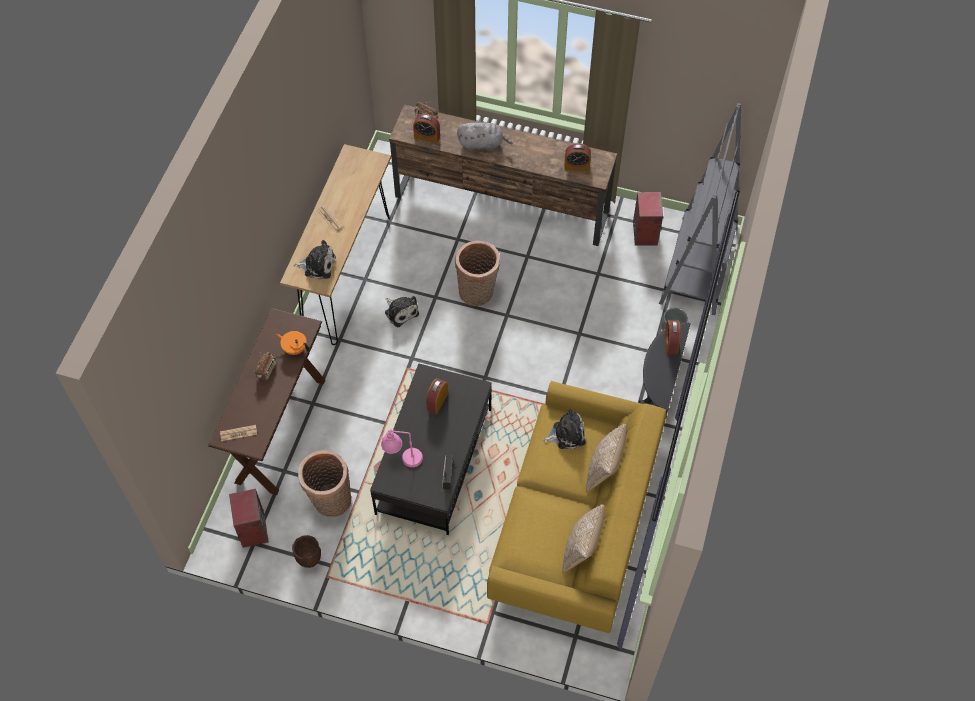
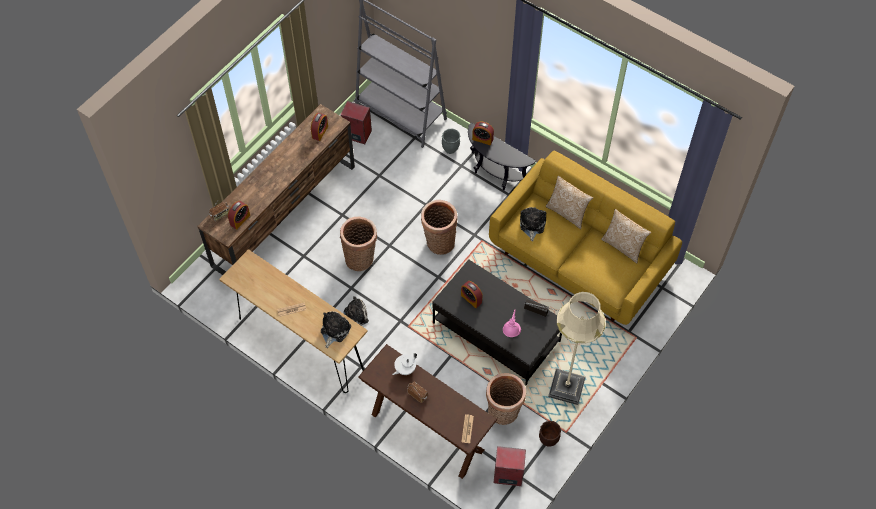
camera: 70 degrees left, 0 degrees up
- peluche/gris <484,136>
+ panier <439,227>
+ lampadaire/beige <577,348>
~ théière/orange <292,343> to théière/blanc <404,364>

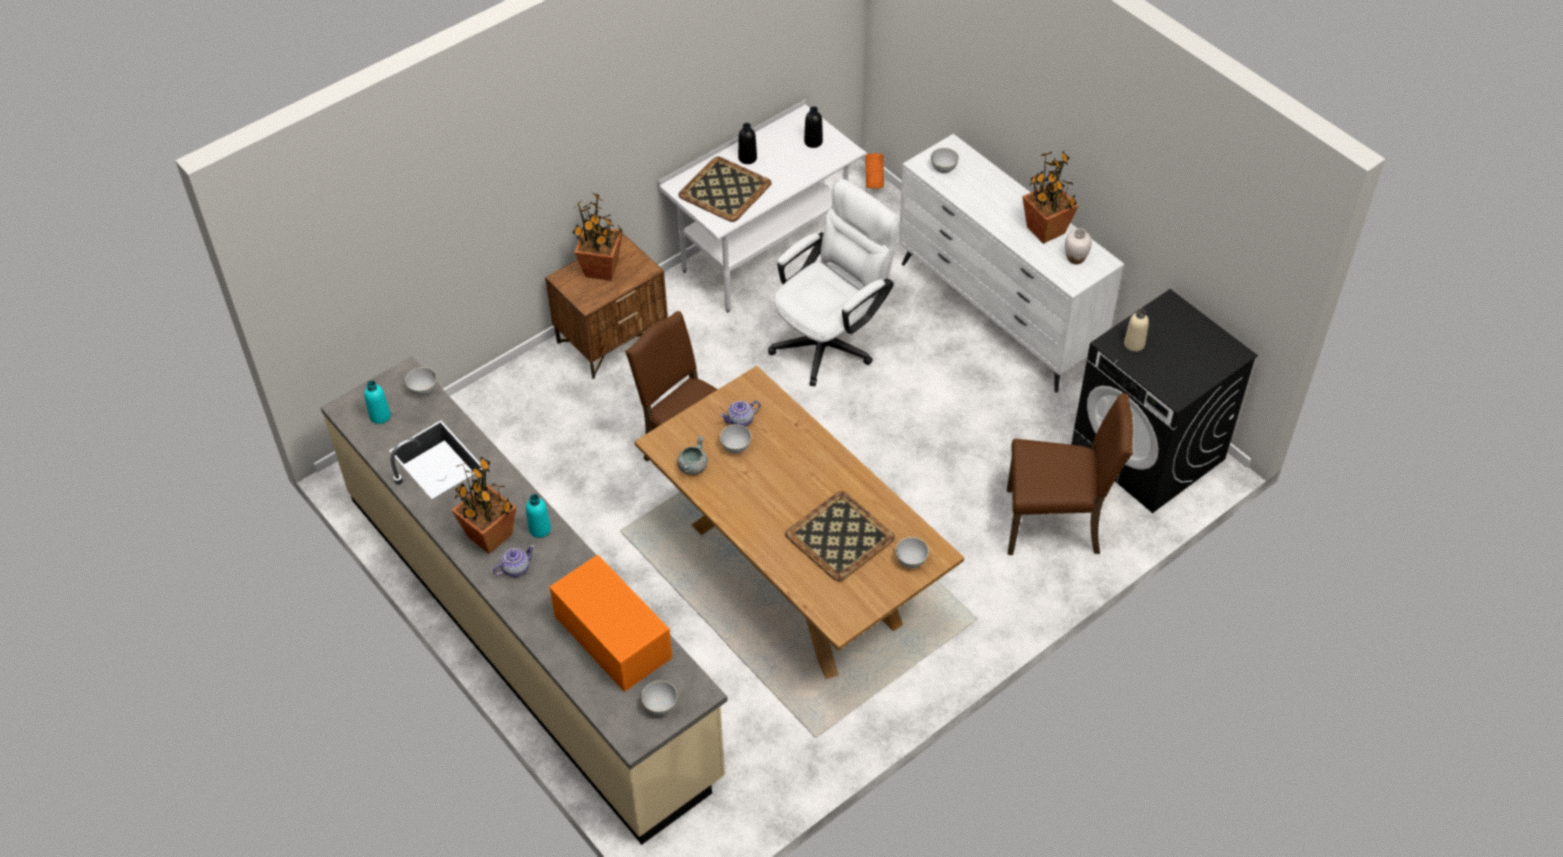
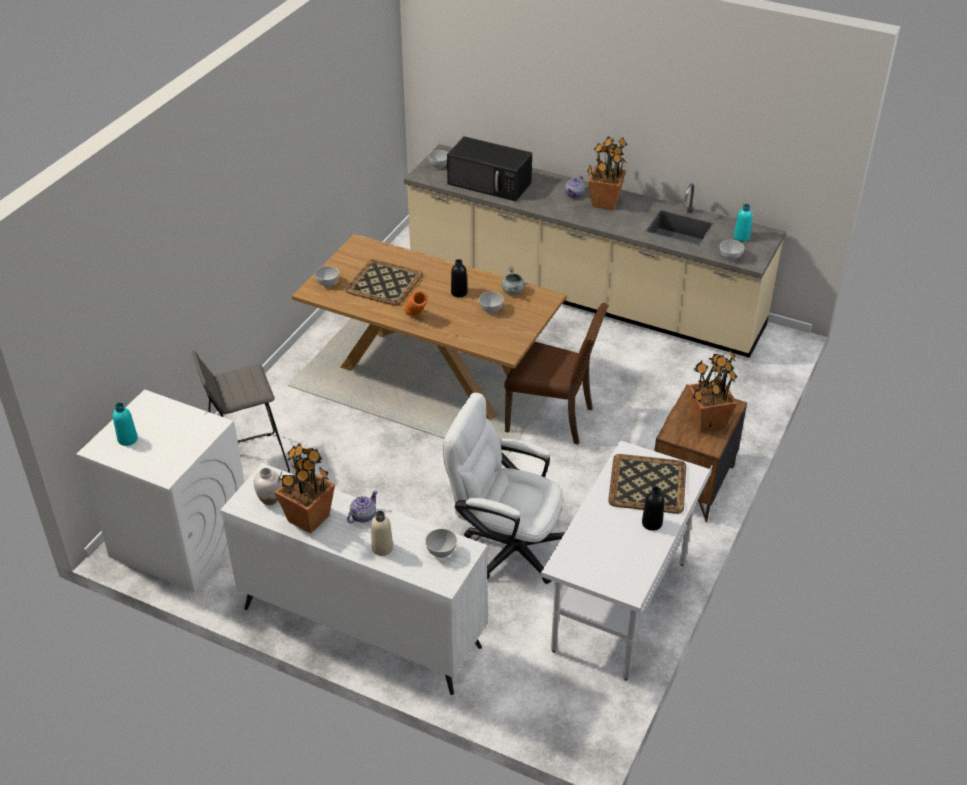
camera: 155 degrees right, 10 degrees down
~ bouteille/turquoise <538,516> to <125,424>
~ théière <740,413> to <362,506>
~ bouteille/noir <813,127> to <459,278>
~ vase/orange <874,171> to <416,304>
~ bouteille/beige <1136,330> to <382,533>
~ chaise/marron <1070,474> to tabouret/gris <241,411>
~ micro-ondes/orange <610,623> to micro-ondes/noir <489,168>
~ lave-linge/noir <1164,401> to lave-linge/blanc <160,491>
~ chaise de bureau/blanc <833,282> = <503,488> 90 degrees clockwise

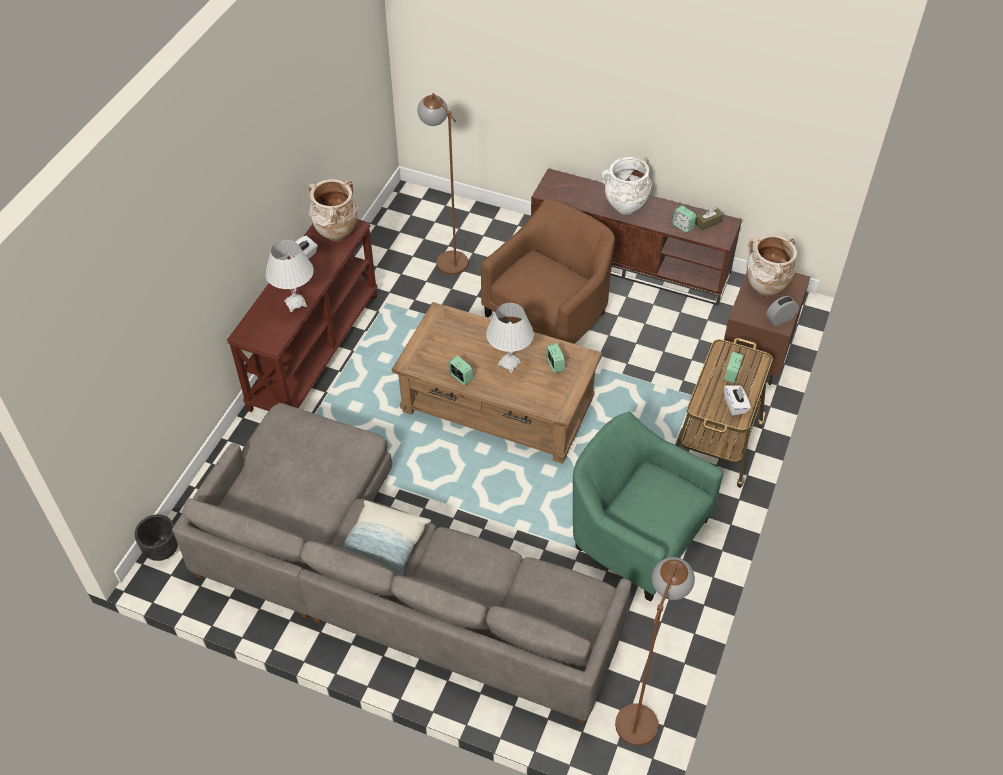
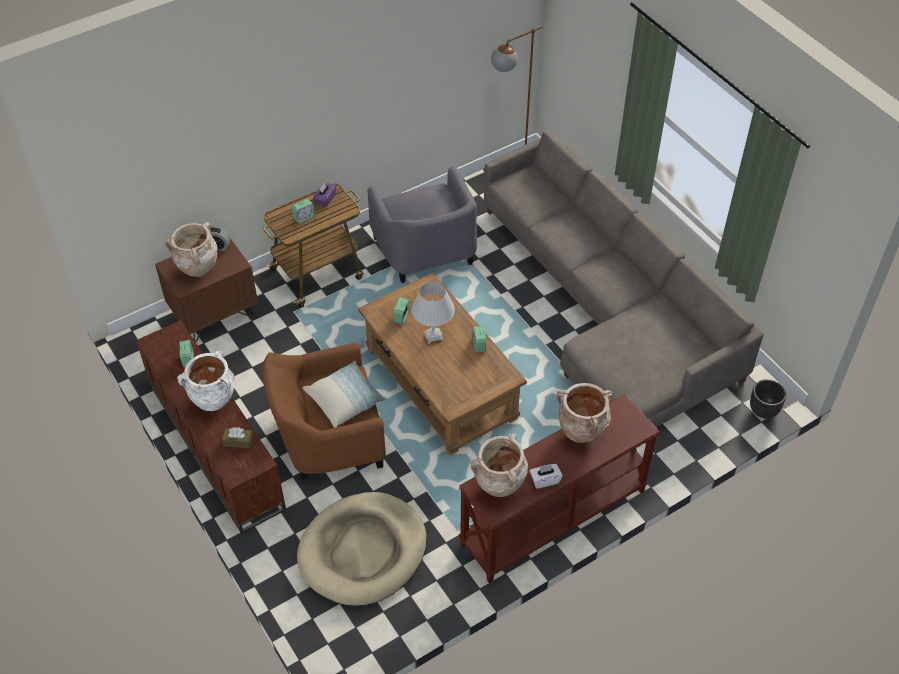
camera: 145 degrees left, 0 degrees up
~ coussin <387,538> to <344,394>
~ boîte à mouchoirs/marron <709,219> to <237,437>
~ lampe de table/blanc <289,276> to vase/beige <585,413>
~ lampadaire/marron <443,184> to panier pour chien/beige <362,549>
~ fauteuil/vert <648,506> to fauteuil/gris <422,224>
~ boîte à mouchoirs/blanc <737,400> to boîte à mouchoirs/violet <324,194>

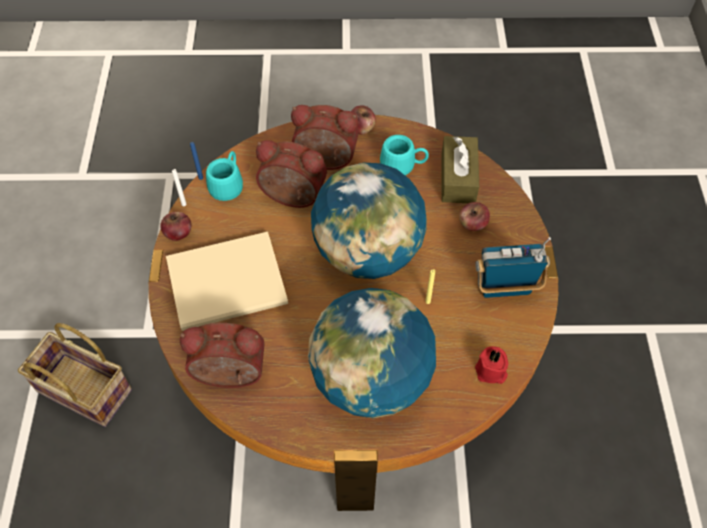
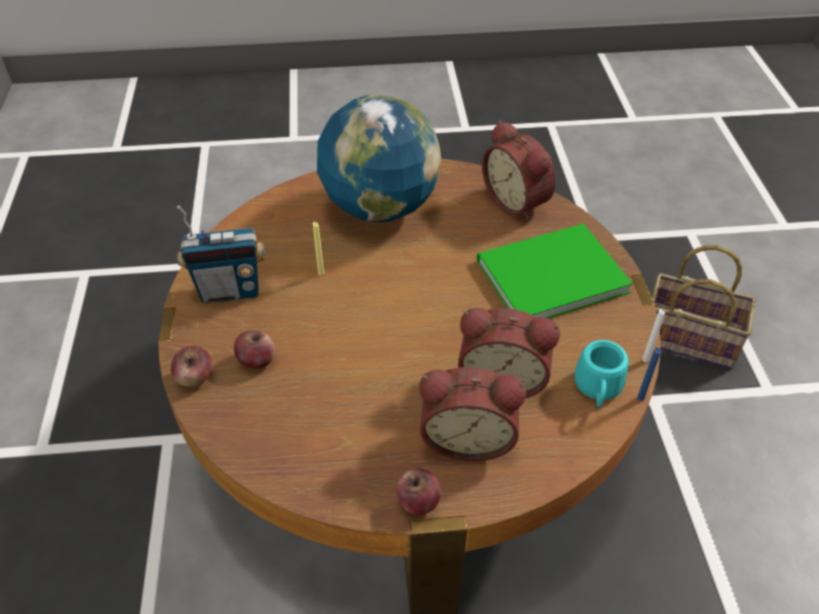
camera: 175 degrees right, 10 degrees down
- globe <369,221>
- mug/turquoise <404,155>
- boîte à mouchoirs/marron <460,169>
- bougie/rouge <491,365>
~ pomme <175,226> to <191,366>
~ livre/beige <227,281> to livre/vert <555,271>
~ réveil <222,355> = <518,171> 60 degrees clockwise

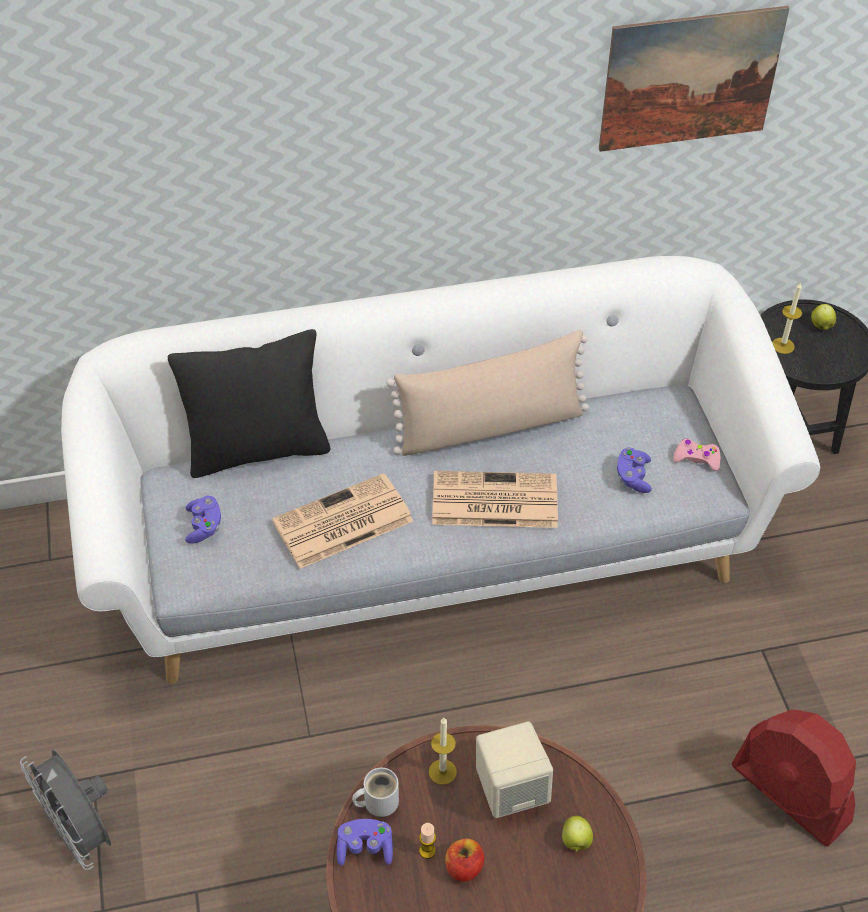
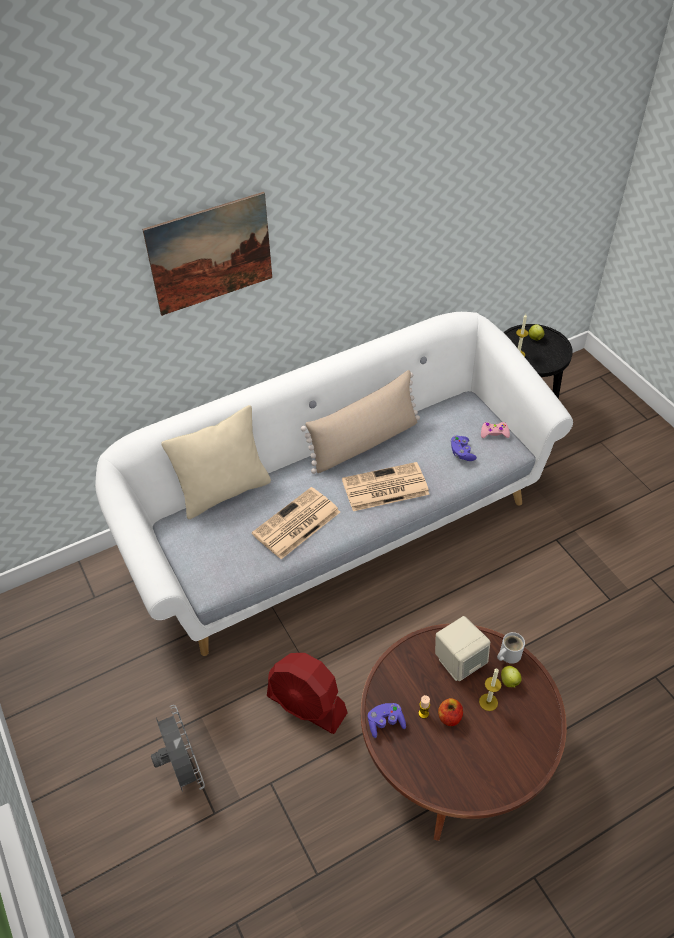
camera: 15 degrees left, 0 degrees up
- manette/violet <203,520>
~ mug/blanc <375,792> to <511,648>
~ bougie <443,751> to <490,690>
~ tableau <694,79> to <207,254>
~ ventilateur/rouge <793,778> to <307,693>
~ coussin/noir <249,403> to coussin/beige <216,462>
~ ventilateur/gris <65,809> = <178,748> 150 degrees counterclockwise

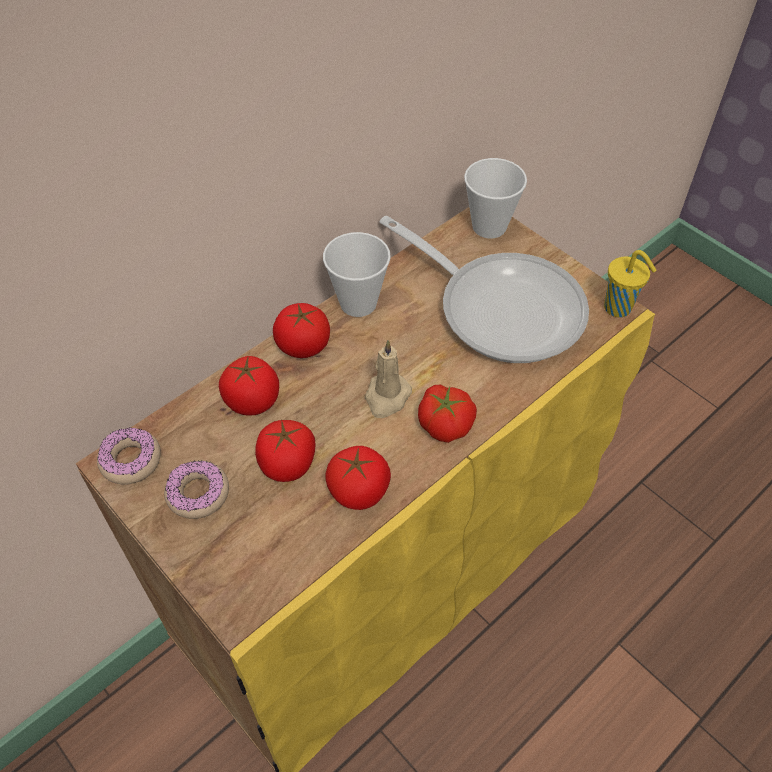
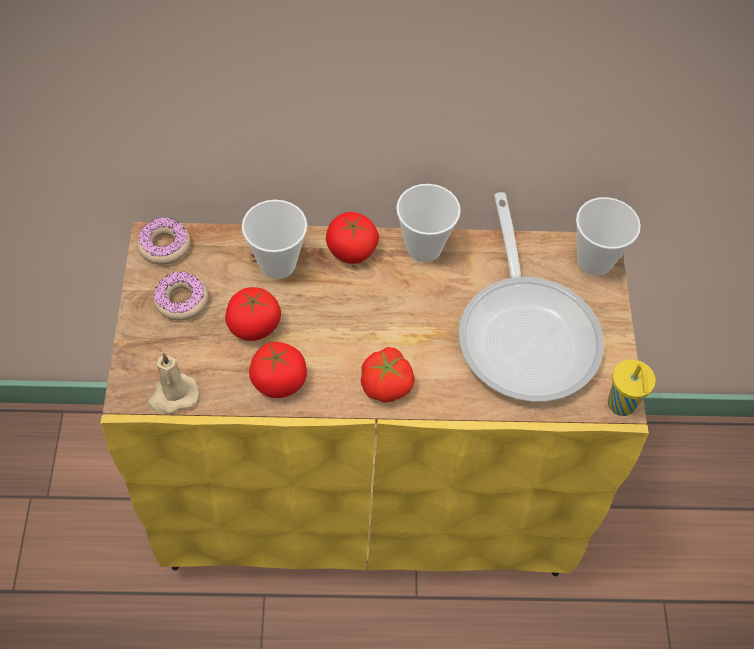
camera: 40 degrees right, 5 degrees up
~ bougie/beige <388,379> to <173,383>
~ tomate <249,386> to tasse <274,239>

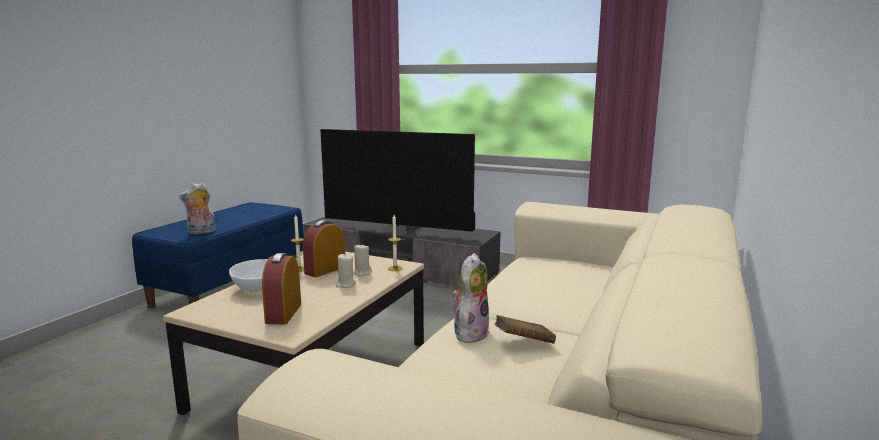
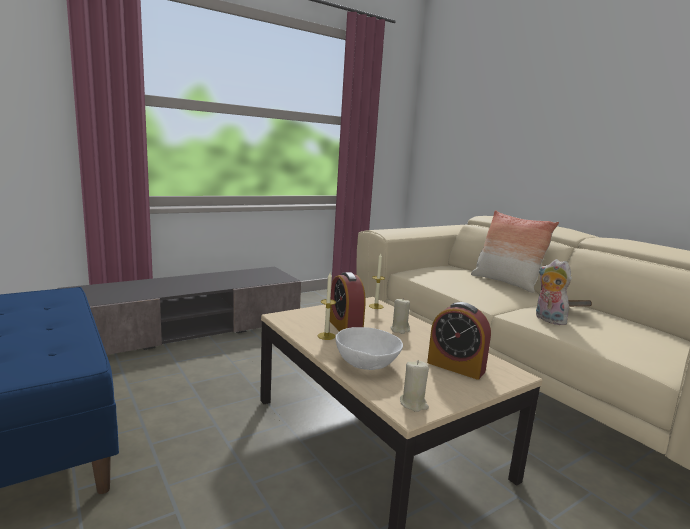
camera: 60 degrees left, 0 degrees up
- peluche <197,208>
- téléviseur <397,181>
+ coussin <515,251>
~ bougie/beige <362,260> to <414,386>

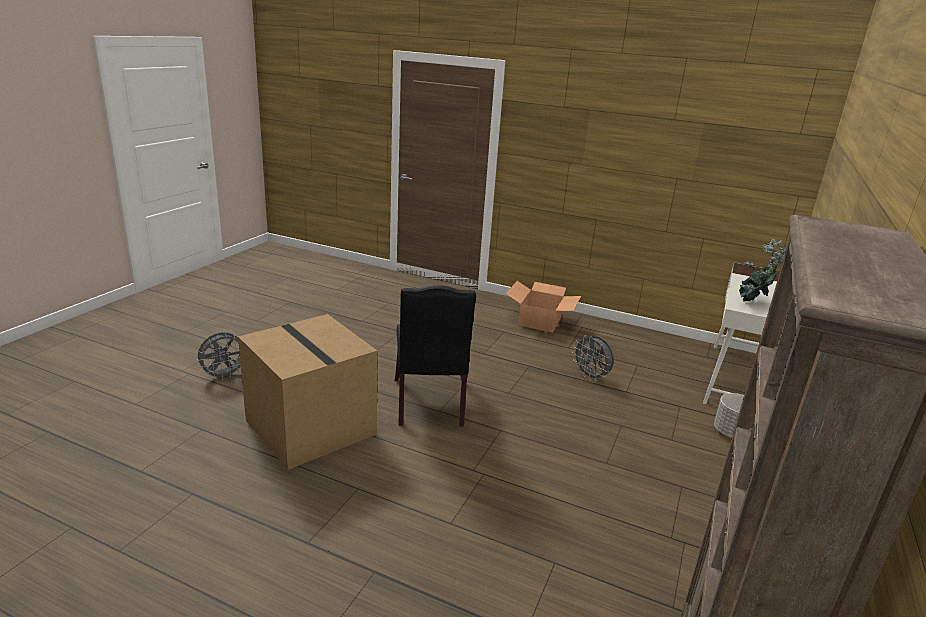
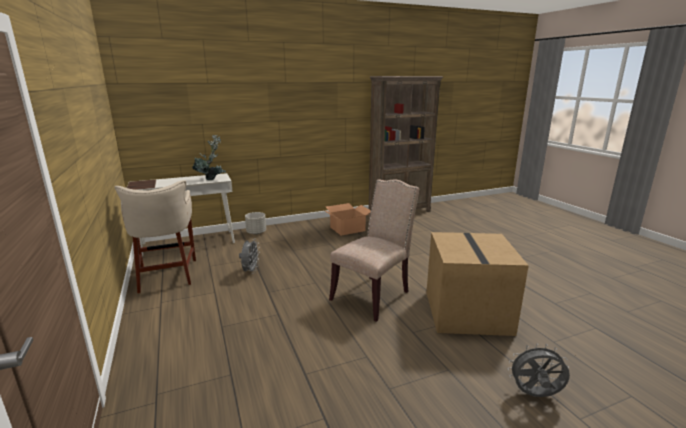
camera: 135 degrees left, 5 degrees down
+ tabouret/beige <155,237>
~ carton <543,307> to <347,219>
~ chaise/noir <435,356> to chaise/beige <374,250>

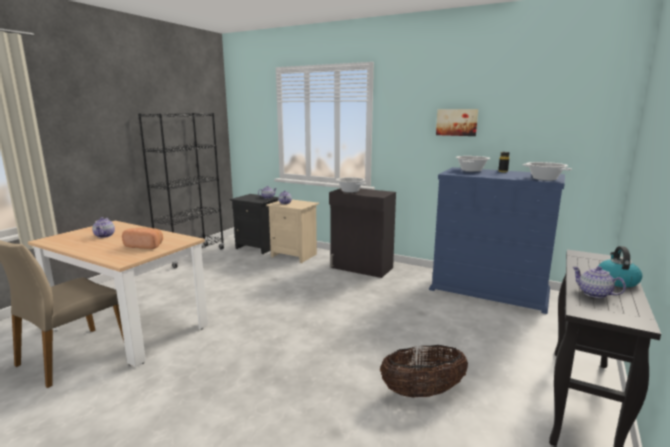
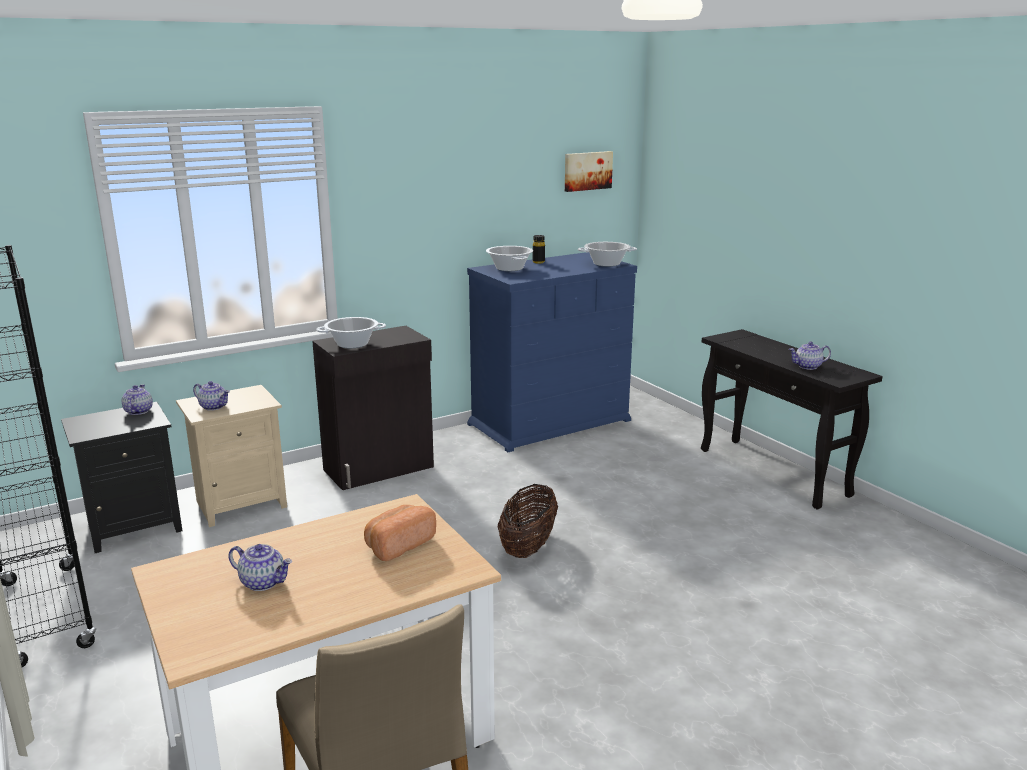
camera: 60 degrees left, 5 degrees up
- bouilloire <620,266>
~ panier <424,371> to <527,521>
~ tableau <457,122> to <589,171>

